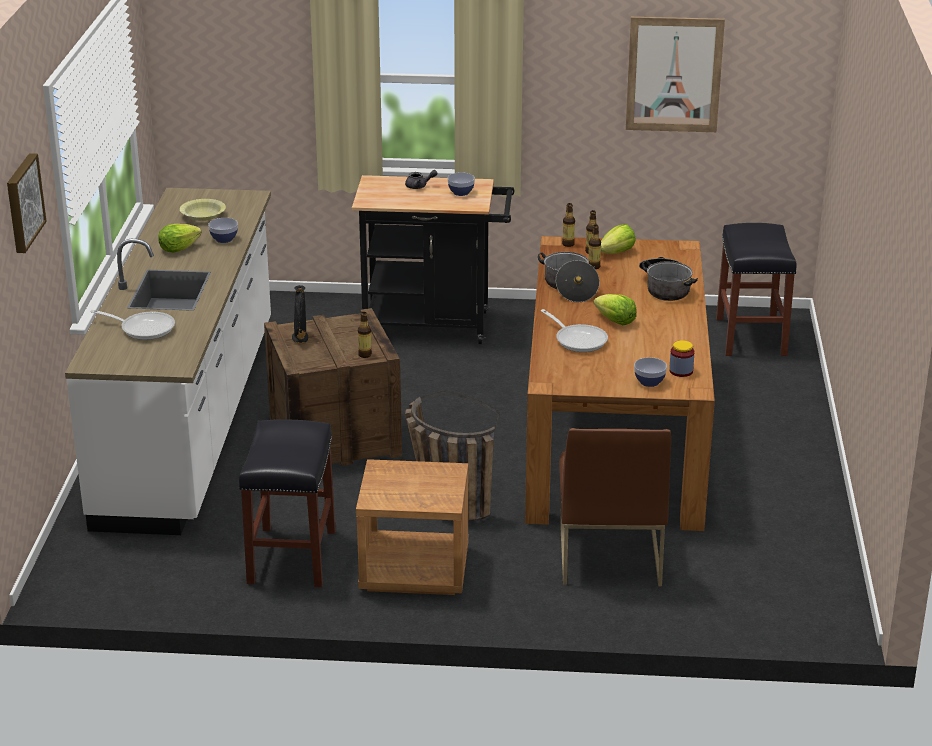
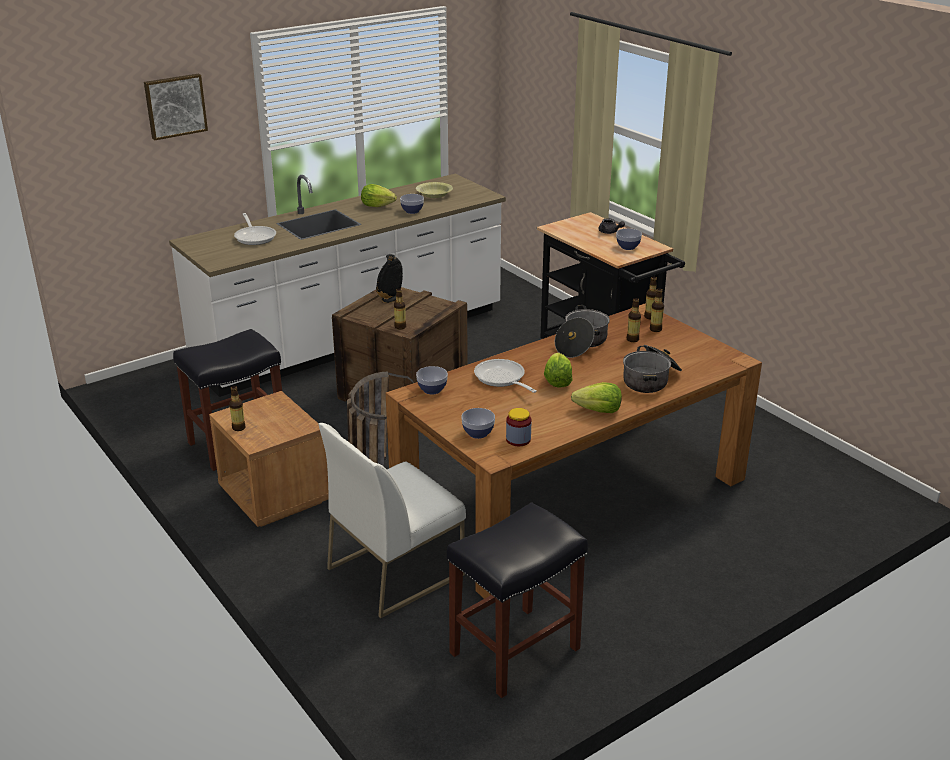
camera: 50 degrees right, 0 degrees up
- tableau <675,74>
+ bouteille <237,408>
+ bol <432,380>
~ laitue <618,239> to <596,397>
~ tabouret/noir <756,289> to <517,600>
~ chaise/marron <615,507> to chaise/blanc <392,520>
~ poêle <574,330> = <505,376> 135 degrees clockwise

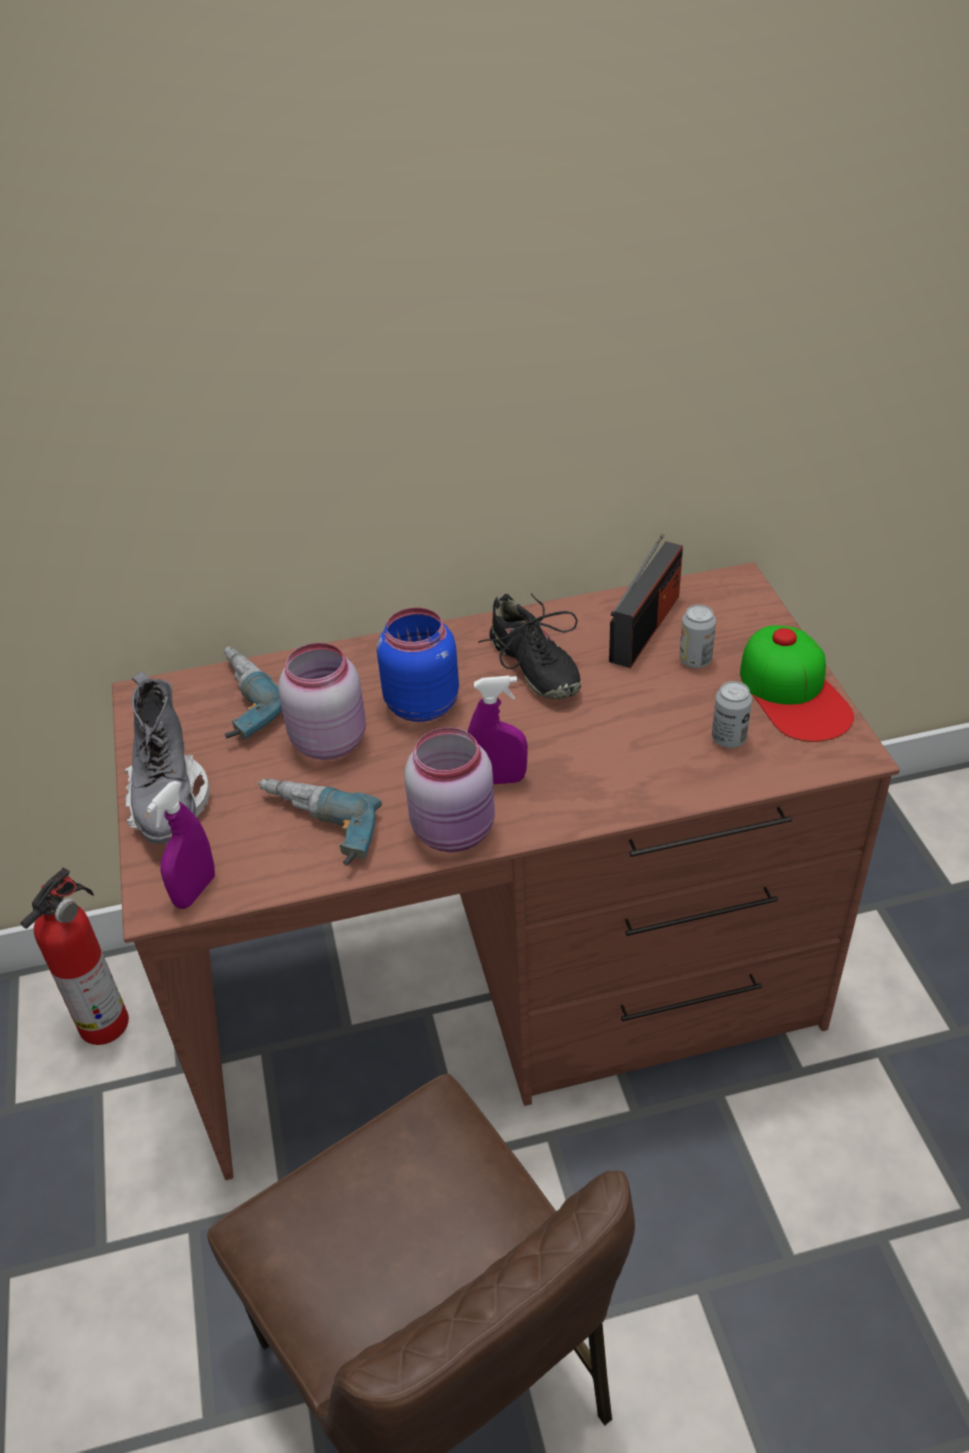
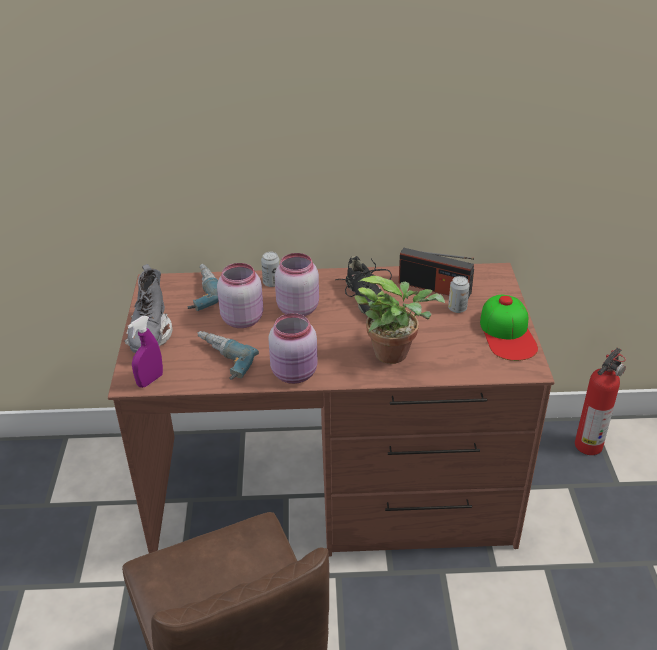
camera: 10 degrees right, 5 degrees down
- vaporisateur/violet <498,730>
+ plante en pot <399,319>
~ extincteur <74,956> to <600,401>
~ boîte métallique <732,714> to <270,269>
~ bocal/bleu <418,664> to bocal/rose <297,284>
~ radio <646,601> = <436,273> 75 degrees clockwise

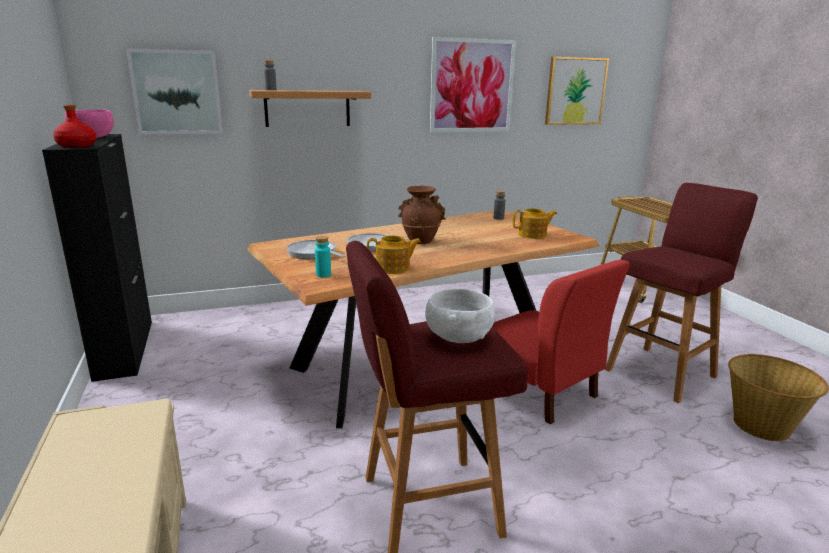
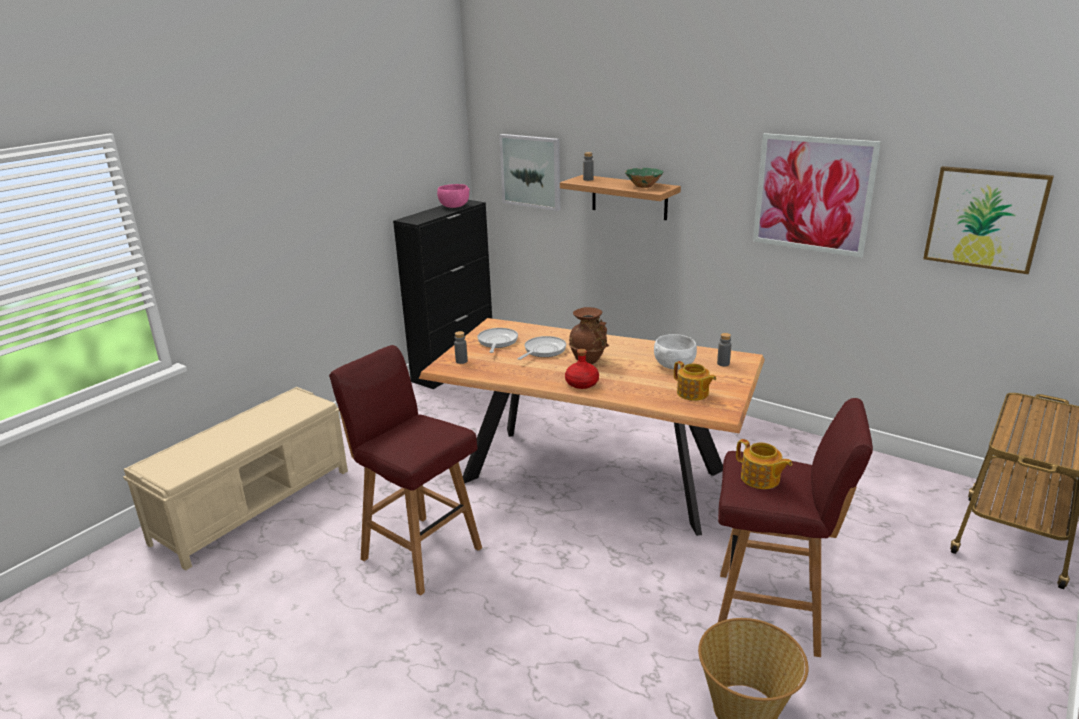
camera: 55 degrees right, 5 degrees up
- chaise/rouge <561,342>
+ bol/vert <644,178>
~ bouteille/rouge <75,126> to <582,369>
~ théière <394,255> to <764,464>
~ bol/blanc <460,316> to <675,351>
~ bouteille/turquoise <323,256> to bouteille/gris <461,347>

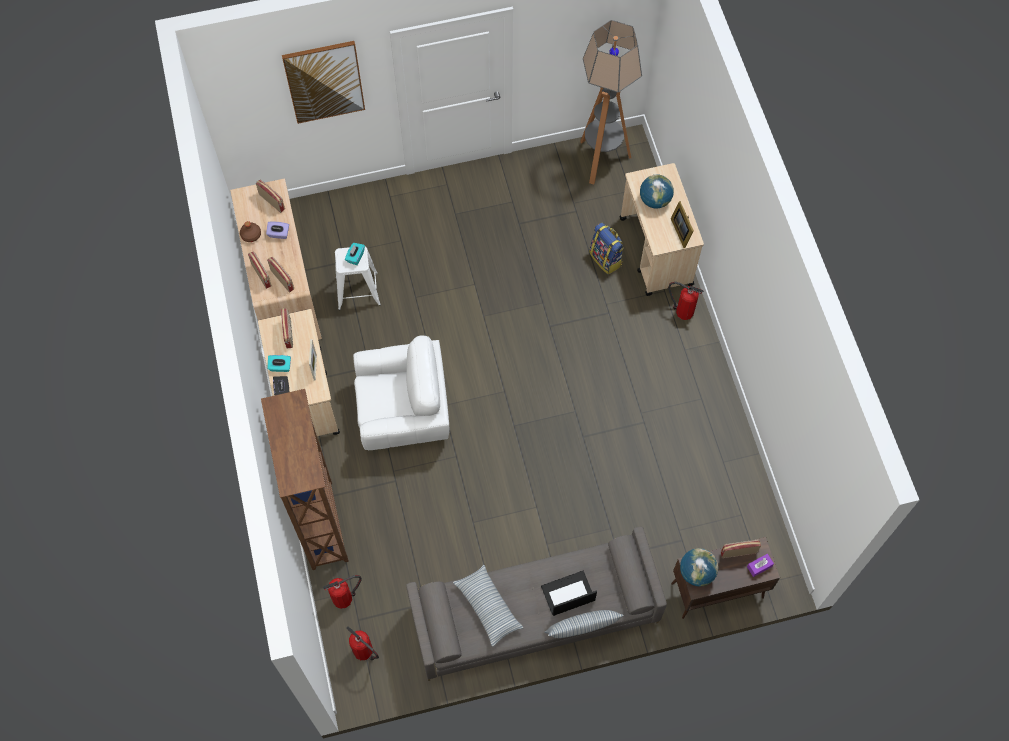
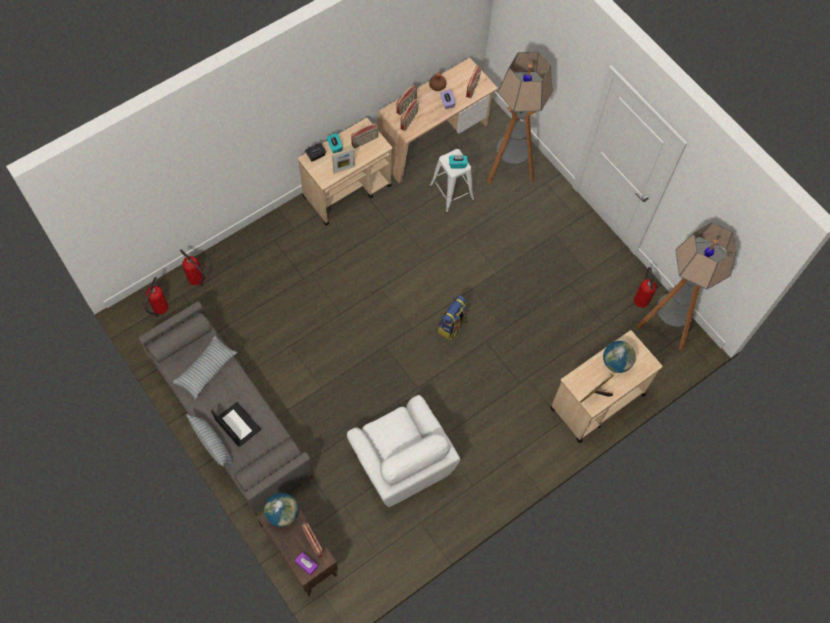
camera: 65 degrees right, 0 degrees up
- bibliothèque/marron <305,479>
- tableau <323,82>
+ lampadaire <520,118>
~ fauteuil/blanc <401,393> to <403,451>
~ sac à dos <606,248> to <452,317>
~ extincteur <685,301> to <645,287>

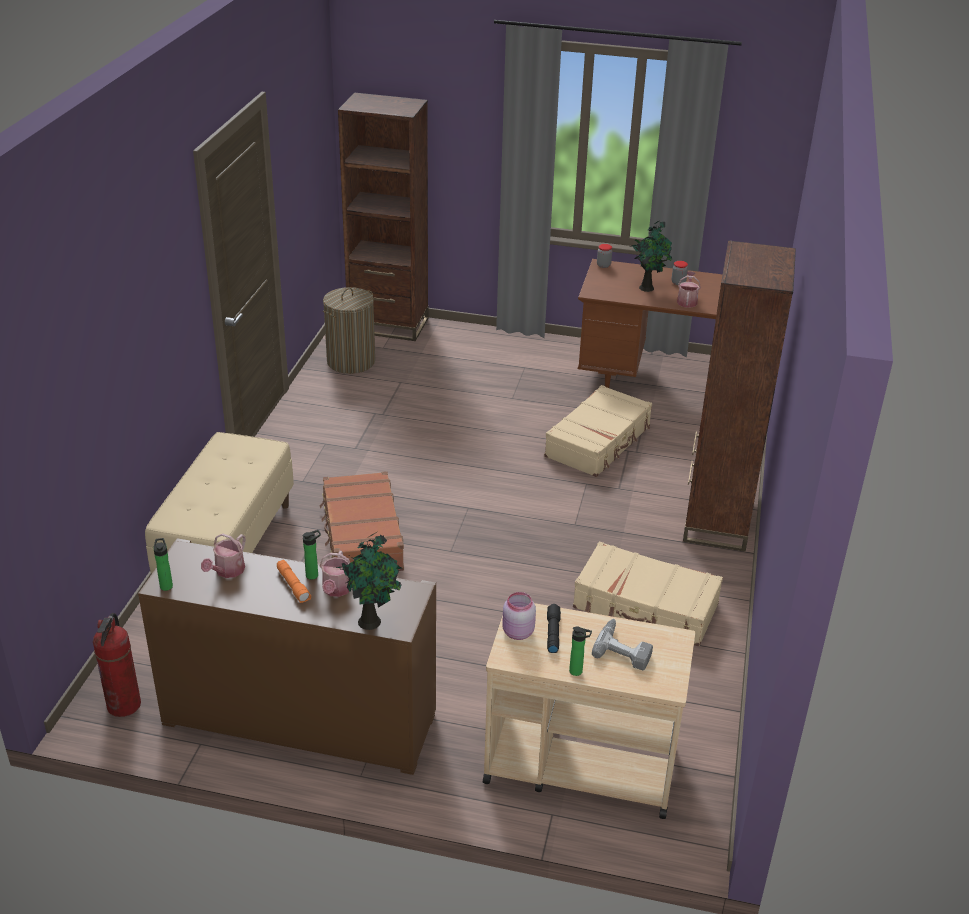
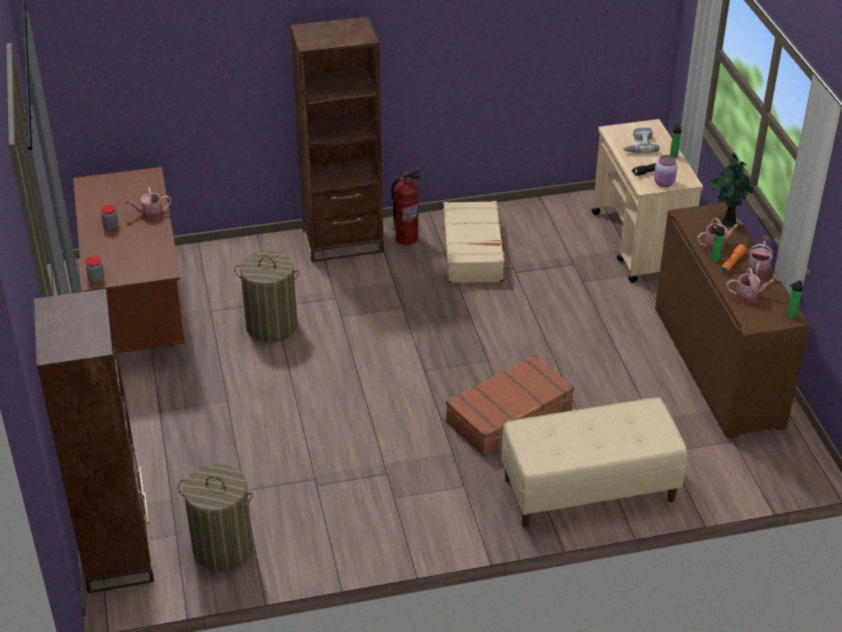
camera: 115 degrees left, 5 degrees up
- plante en pot <650,256>
+ arrosoir <760,256>
~ extincteur <117,665> to <406,206>
~ valise/beige <598,431> to panier à linge <266,296>

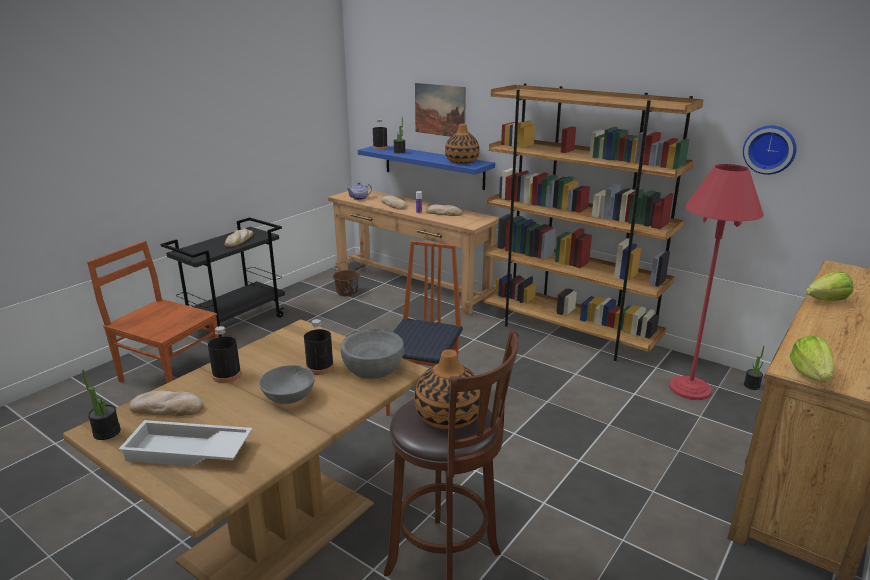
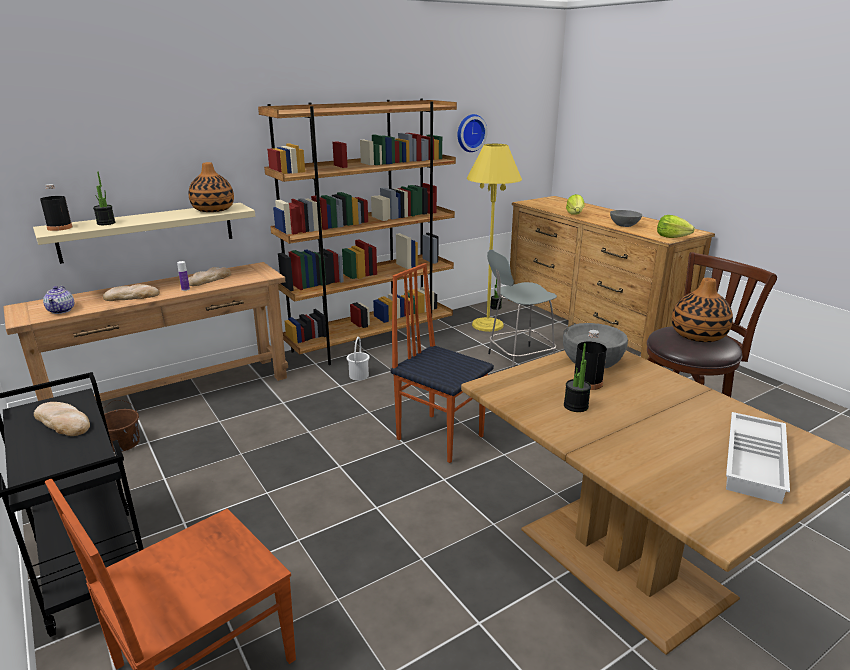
camera: 70 degrees left, 0 degrees up
- pain <166,404>
- bouteille/noir <224,354>
- tableau <440,110>
+ seau/blanc <358,358>
+ tabouret/gris <522,308>
~ plante en pot <101,405> to <577,377>
~ bol/gris <287,384> to <626,218>
~ étagère/bleu <426,168> to étagère/beige <144,233>
~ lampadaire/rouge <716,282> to lampadaire/jaune <494,238>

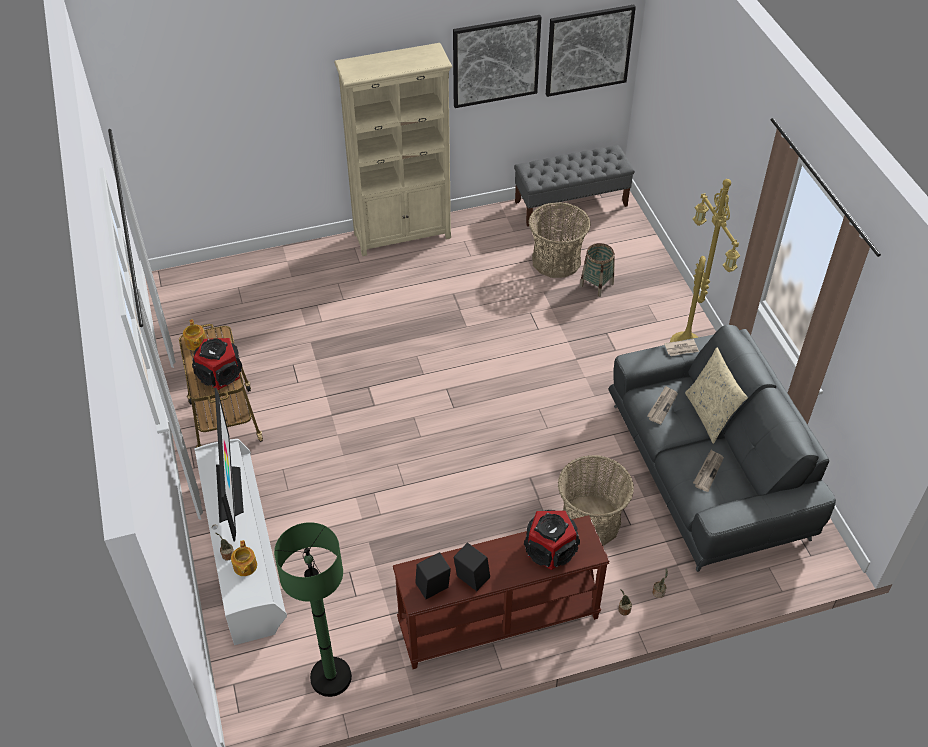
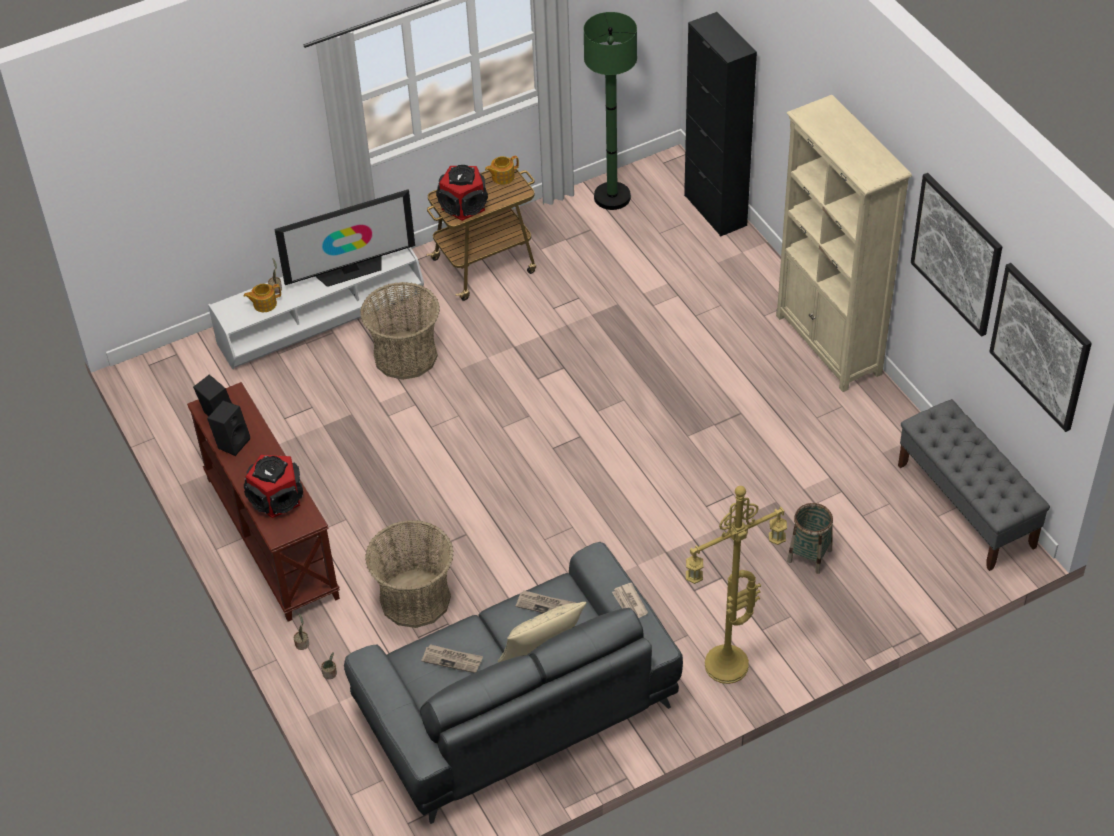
camera: 80 degrees right, 0 degrees up
+ meuble de rangement/noir <720,124>
~ lampadaire/vert <313,609> to <610,111>
~ panier <560,240> to <400,331>

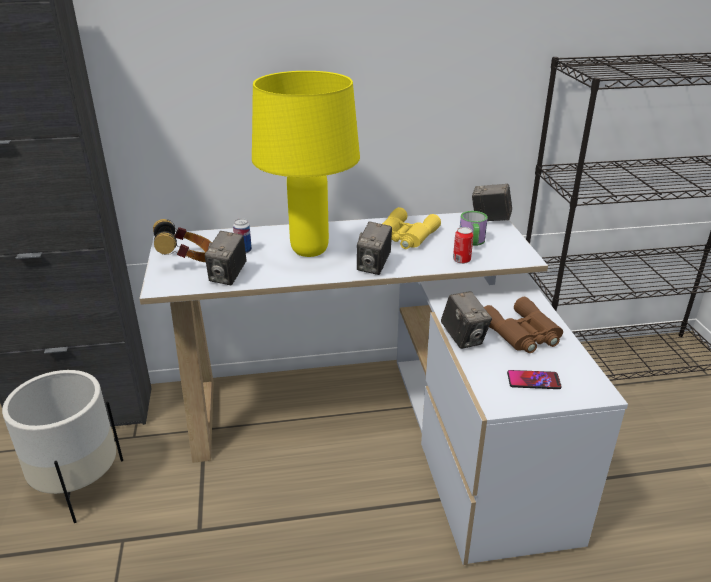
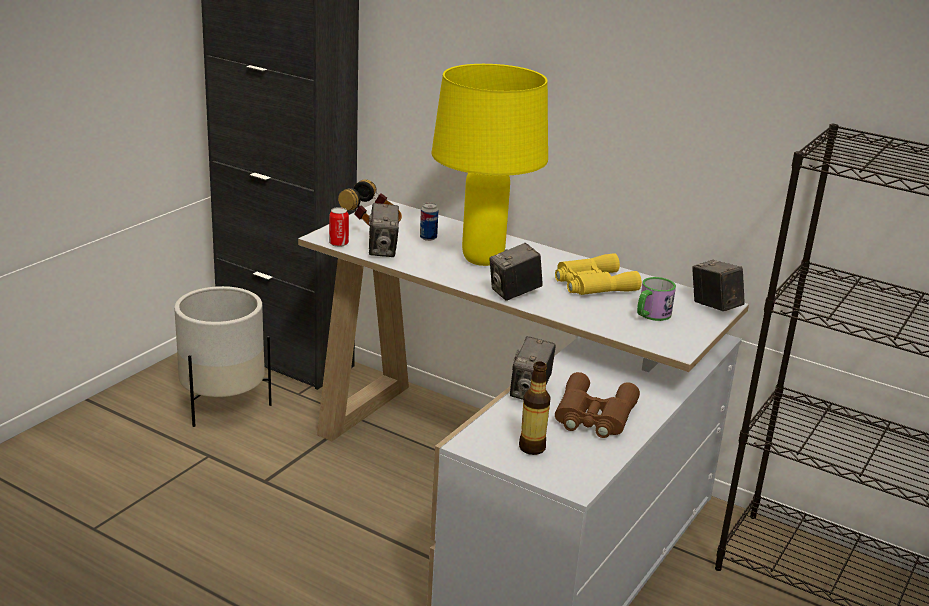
camera: 40 degrees right, 5 degrees down
~ boîte métallique <463,245> to <339,227>
~ téléphone <534,379> to bouteille <534,408>
~ appareil photo <226,258> = <384,230> 60 degrees counterclockwise

